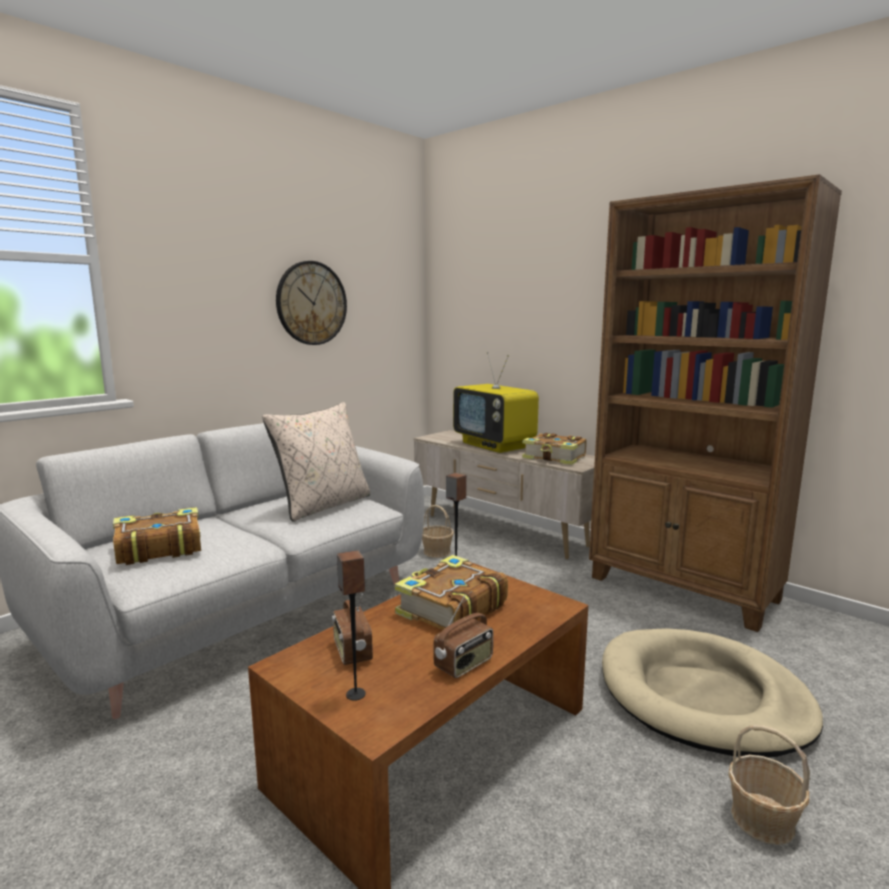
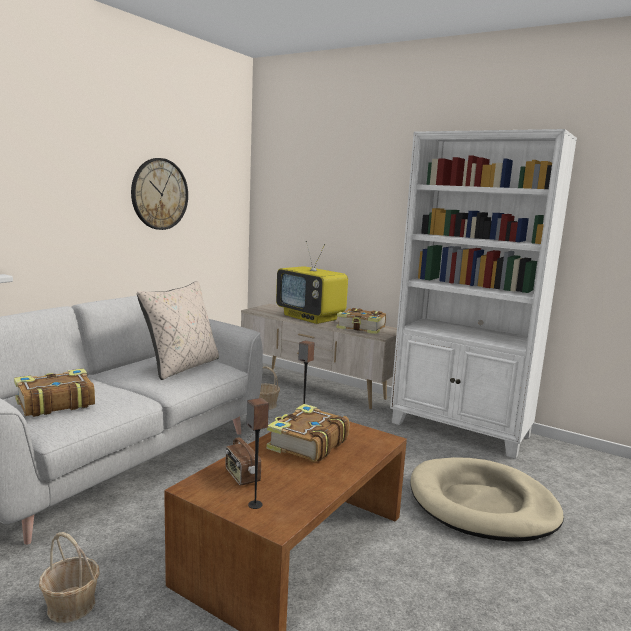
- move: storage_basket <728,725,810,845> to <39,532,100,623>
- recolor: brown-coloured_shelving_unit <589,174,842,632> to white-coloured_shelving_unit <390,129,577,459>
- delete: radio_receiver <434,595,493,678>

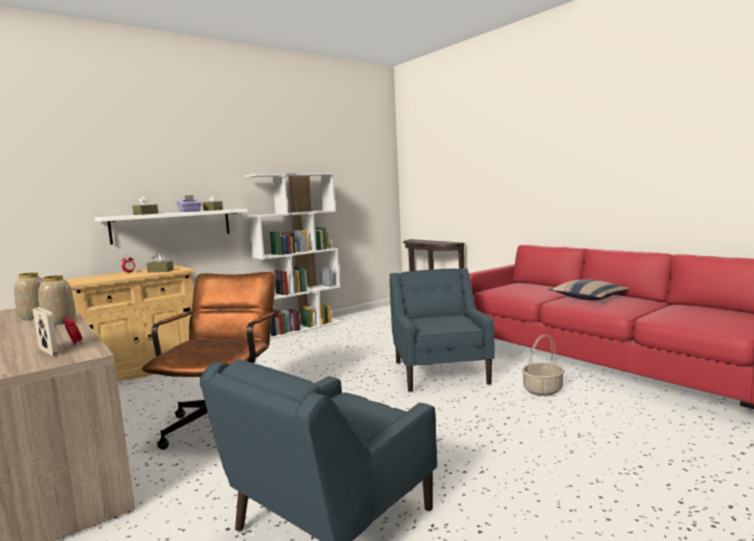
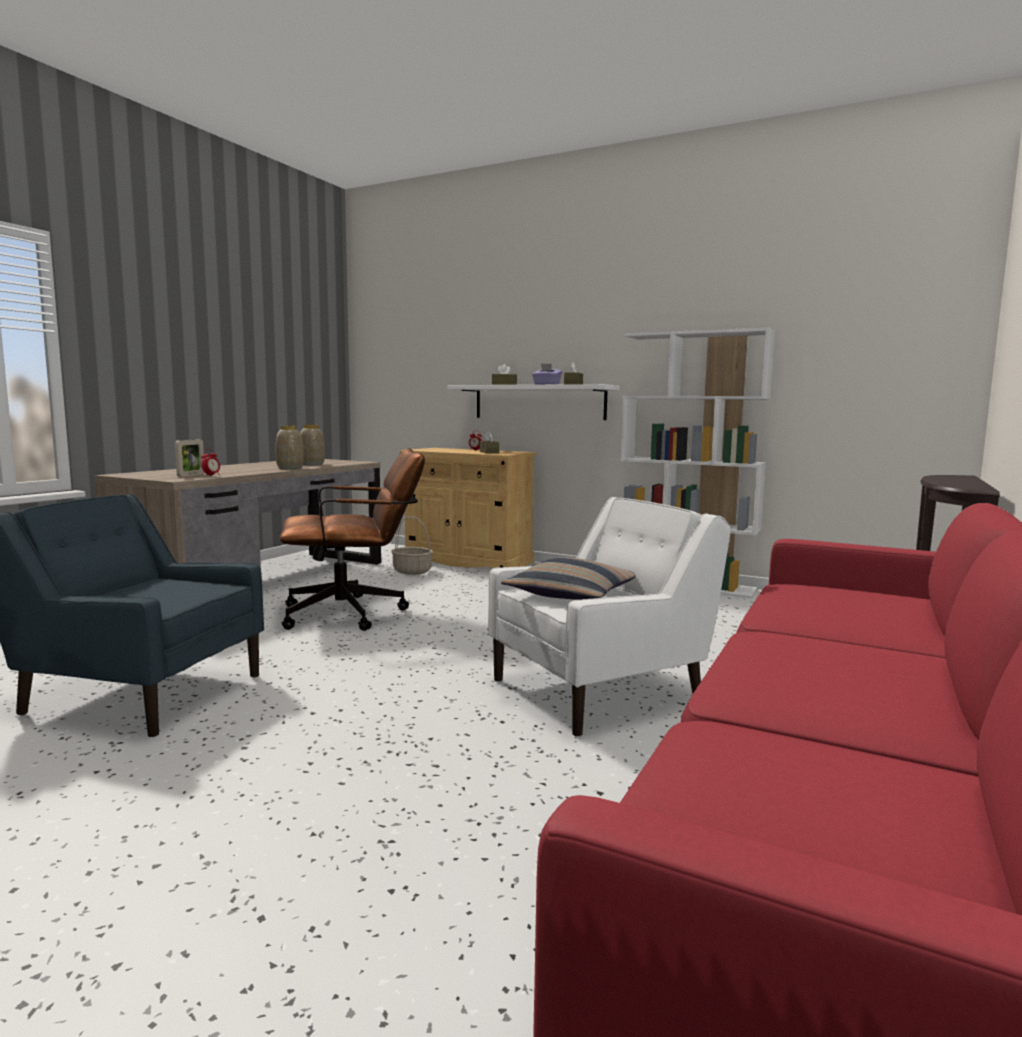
- move: storage_basket <522,334,564,396> to <391,516,433,575>
- recolor: blue_lounge_chair <389,268,495,392> to white-coloured_lounge_chair <488,497,730,737>
- move: pillow <548,279,630,300> to <501,557,636,600>

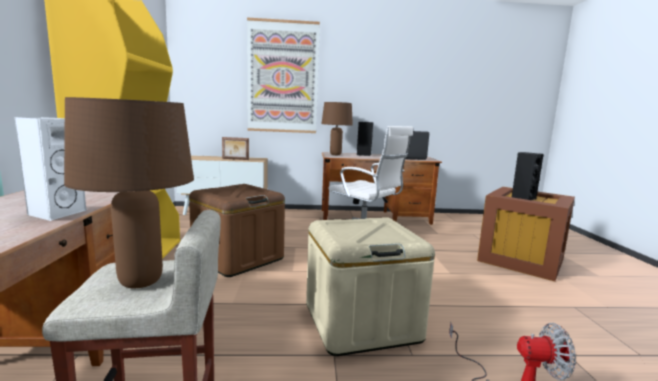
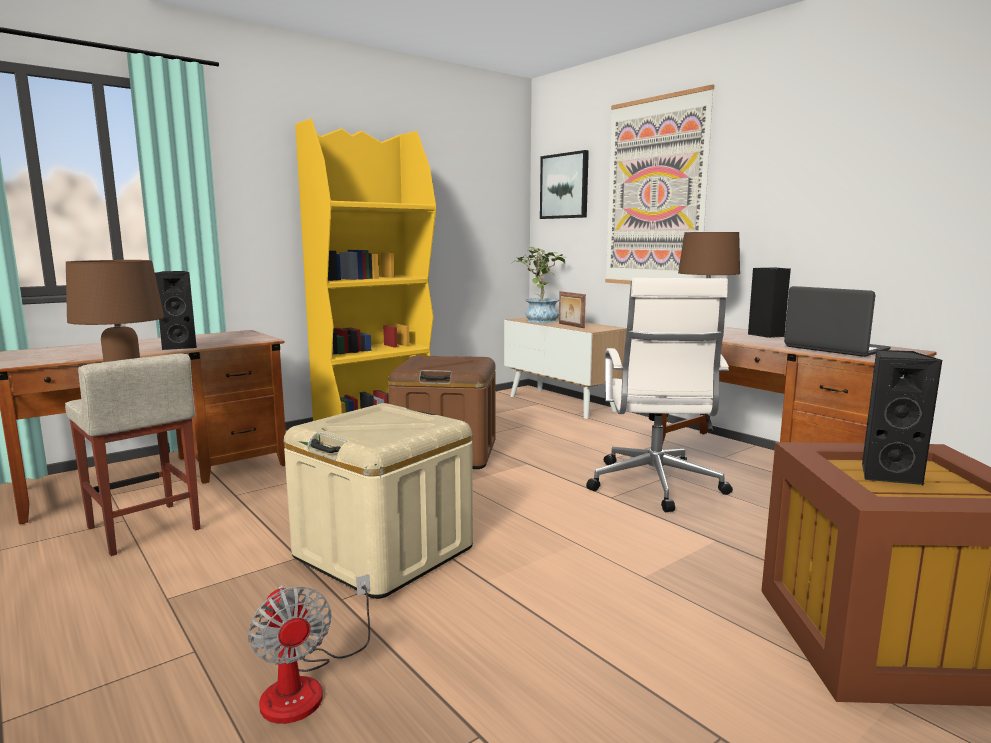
- recolor: white-coloured_loudspeaker <14,117,86,221> to blackish_loudspeaker <155,271,197,350>
- insert: houseplant <512,247,566,323>
- insert: picture <540,150,589,219>

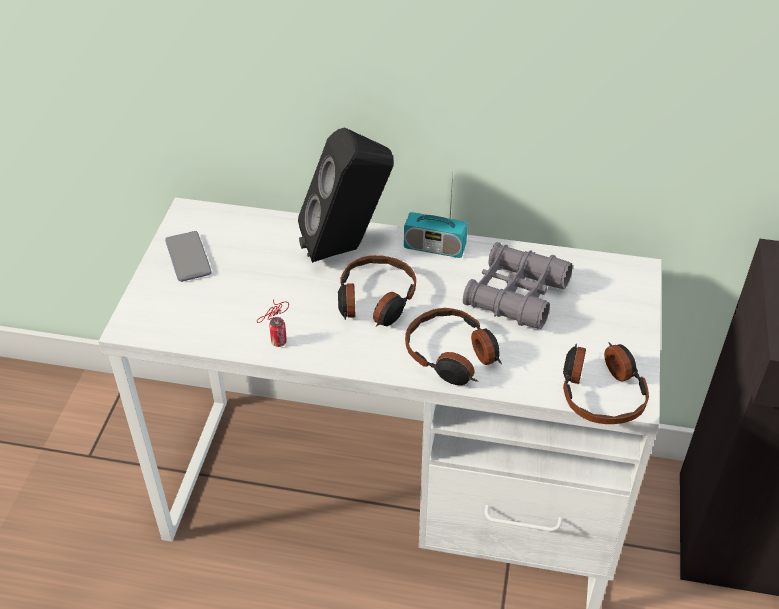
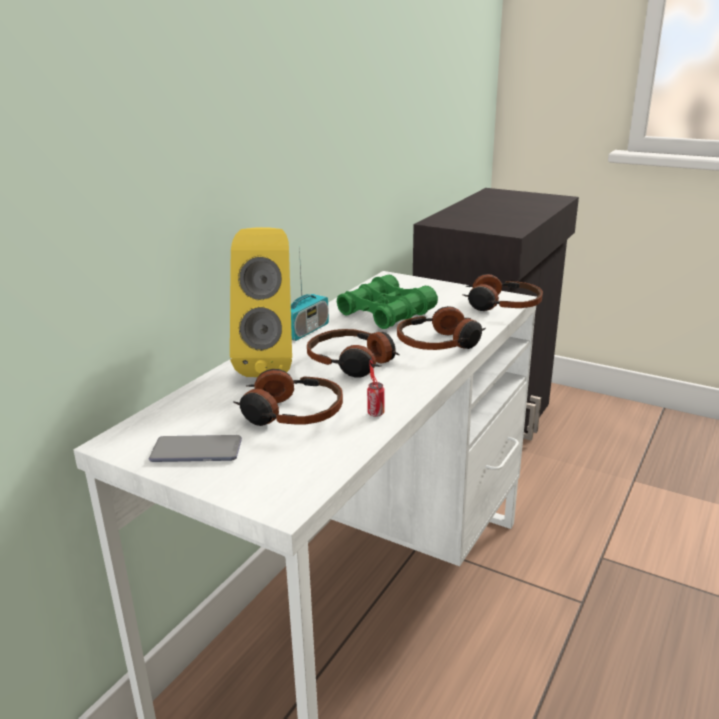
- recolor: blackish_loudspeaker <298,127,394,263> to yellowish_loudspeaker <230,227,292,377>
- insert: pair_of_headphones <233,369,343,426>
- recolor: greyish_pair_of_binoculars <463,242,573,329> to green-coloured_pair_of_binoculars <337,275,438,329>

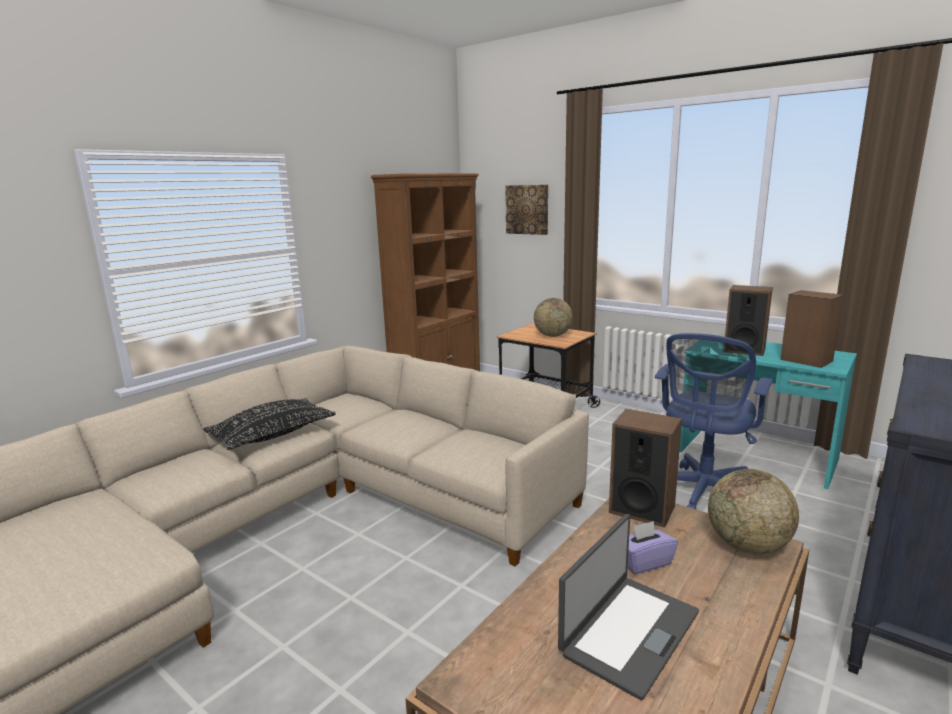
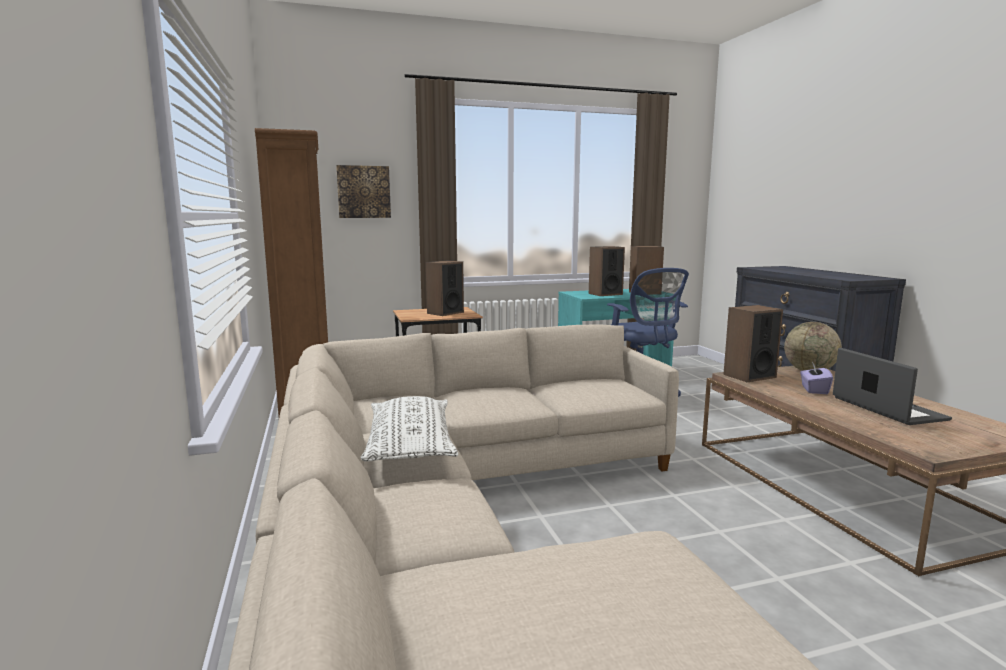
- recolor: blackish_pillow <203,398,336,450> to white-coloured_pillow <361,396,458,462>
- replace: globe <534,298,573,337> to loudspeaker <426,260,464,316>

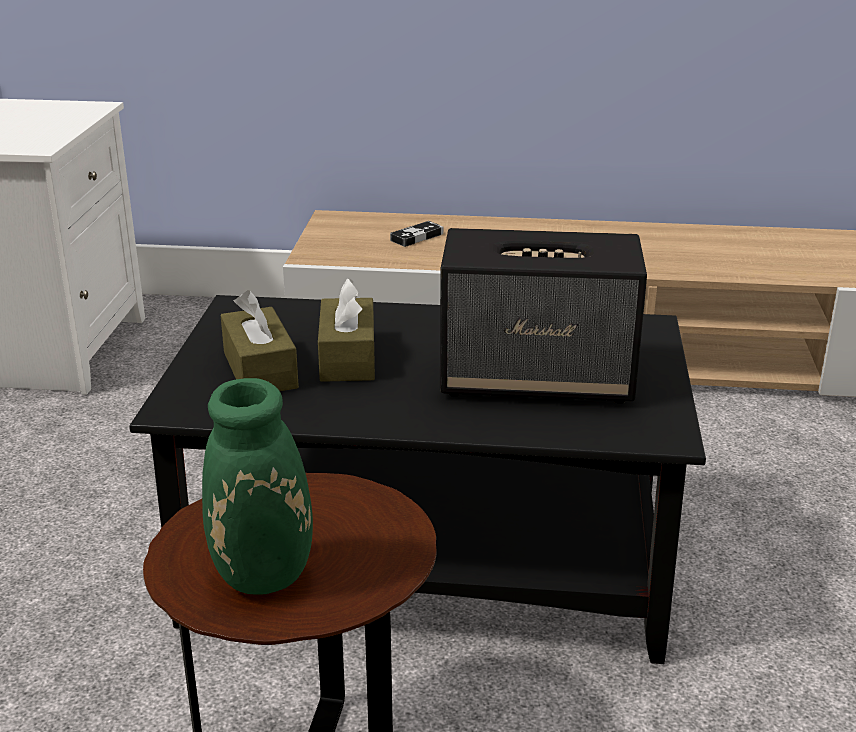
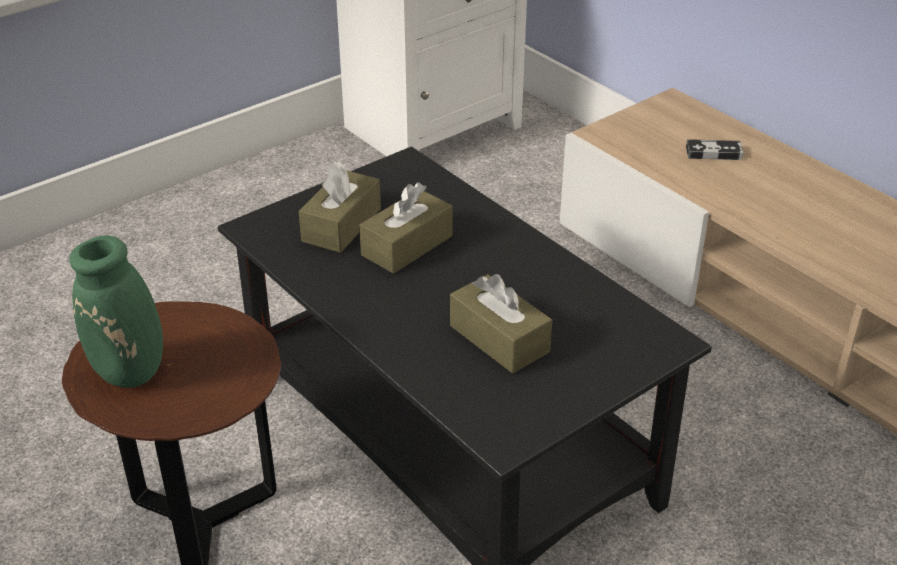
- replace: loudspeaker <440,228,647,404> to brown-coloured_box_of_tissues <450,274,552,373>

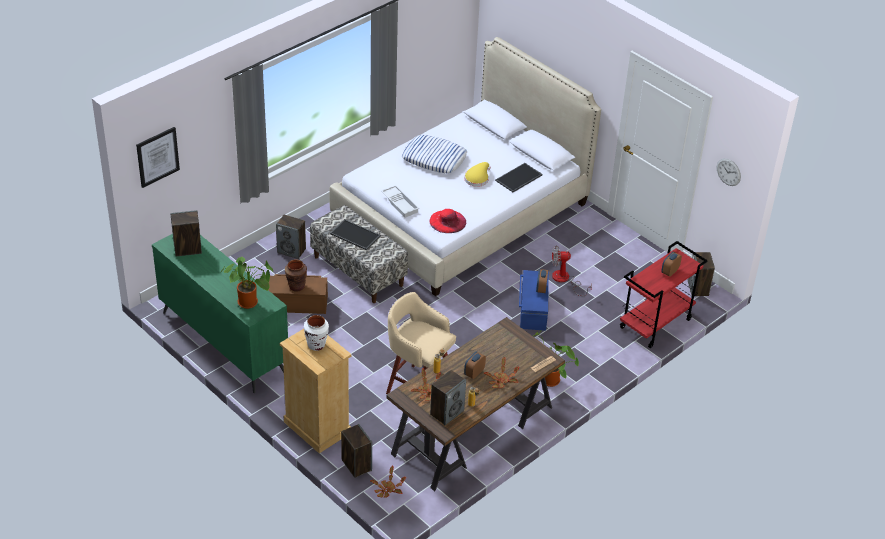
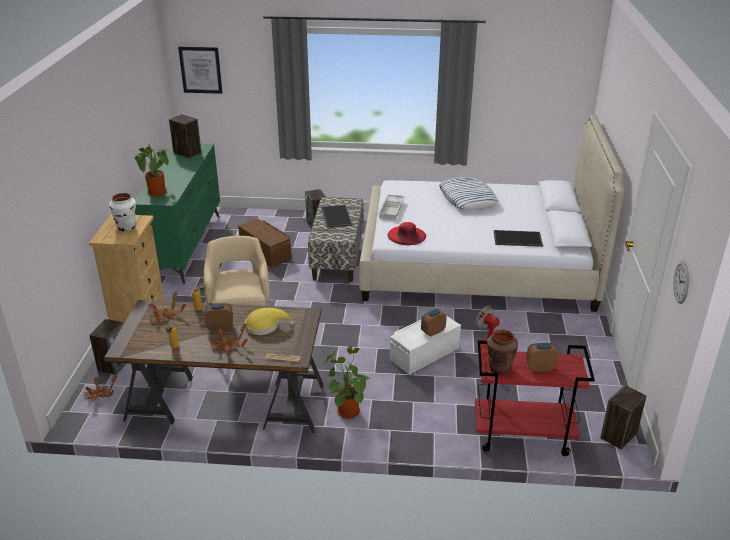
- move: yellowish_clothing_hat <464,162,491,187> to <245,308,294,335>
- recolor: blue_storage_container <519,270,549,331> to white-coloured_storage_container <390,316,461,375>
- move: brown-coloured_vase <285,259,307,292> to <487,329,518,375>
- delete: loudspeaker <430,370,466,425>

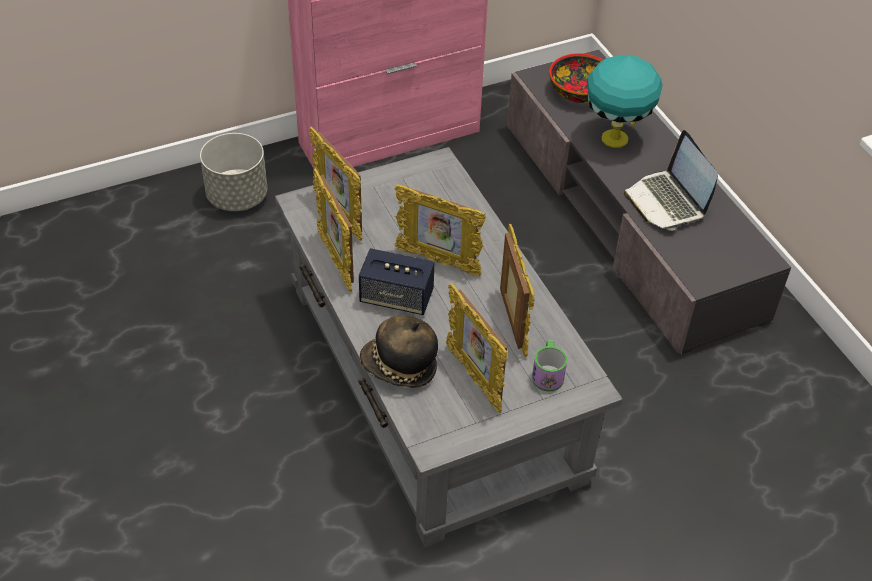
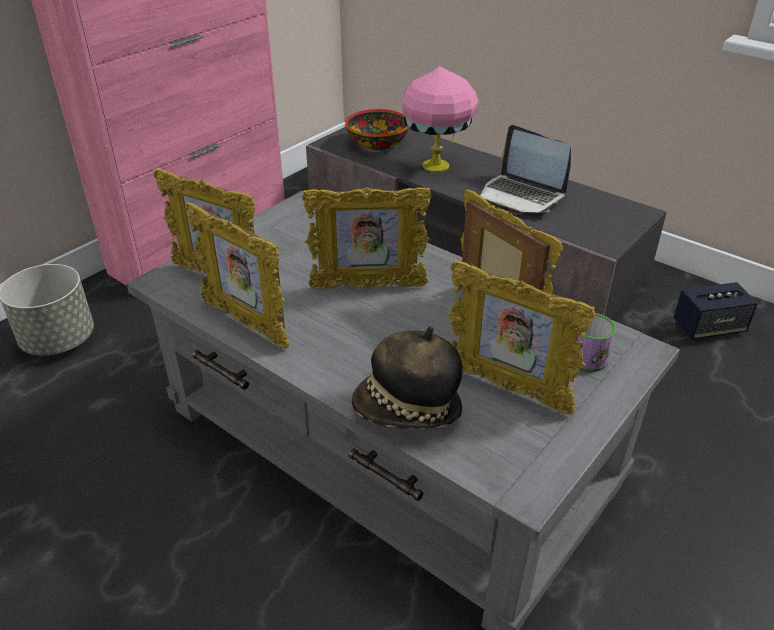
- recolor: turquoise_table_lamp <587,55,663,148> to pink-coloured_table_lamp <402,66,478,172>
- move: loudspeaker <359,248,434,315> to <673,282,758,339>

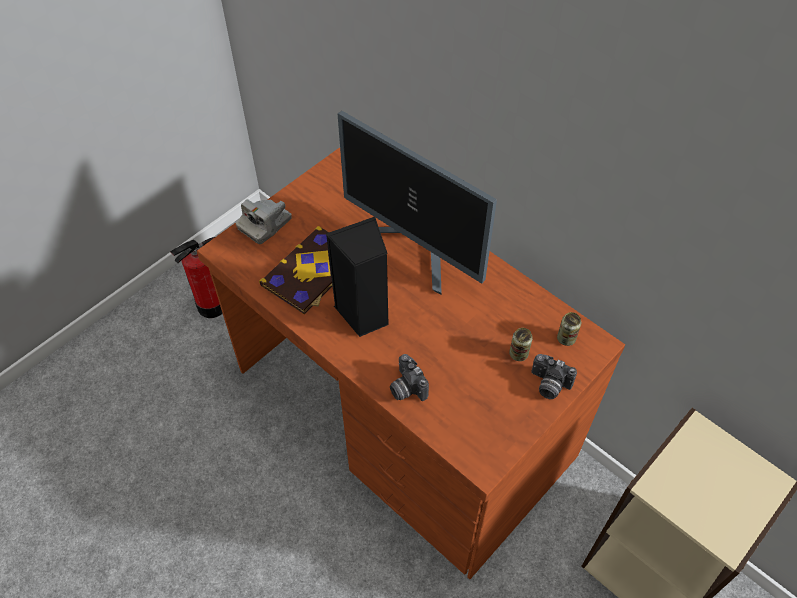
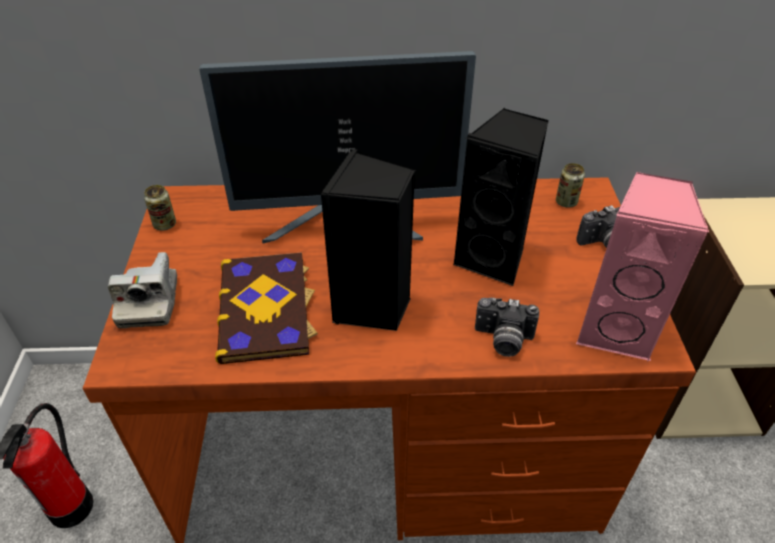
- move: metal_can <509,328,533,361> to <144,185,176,230>
- insert: blackish_loudspeaker <453,108,548,286>
- insert: pink-coloured_loudspeaker <576,172,709,362>

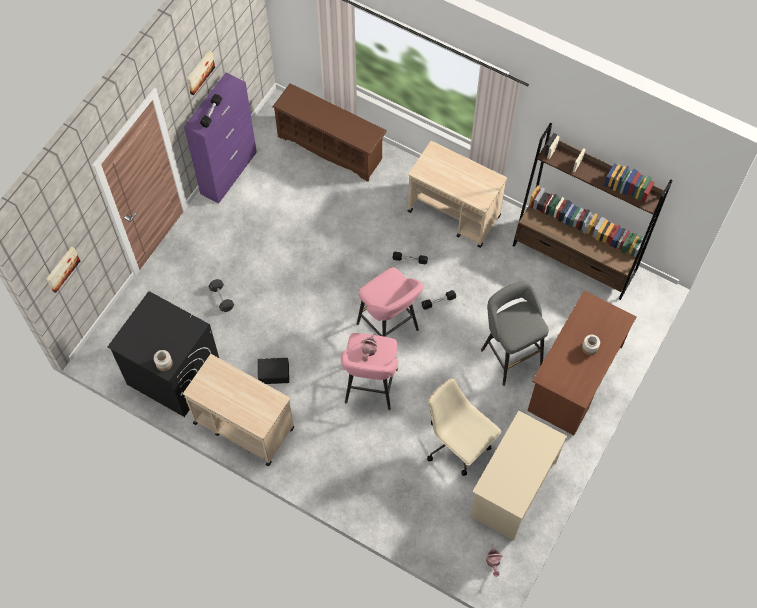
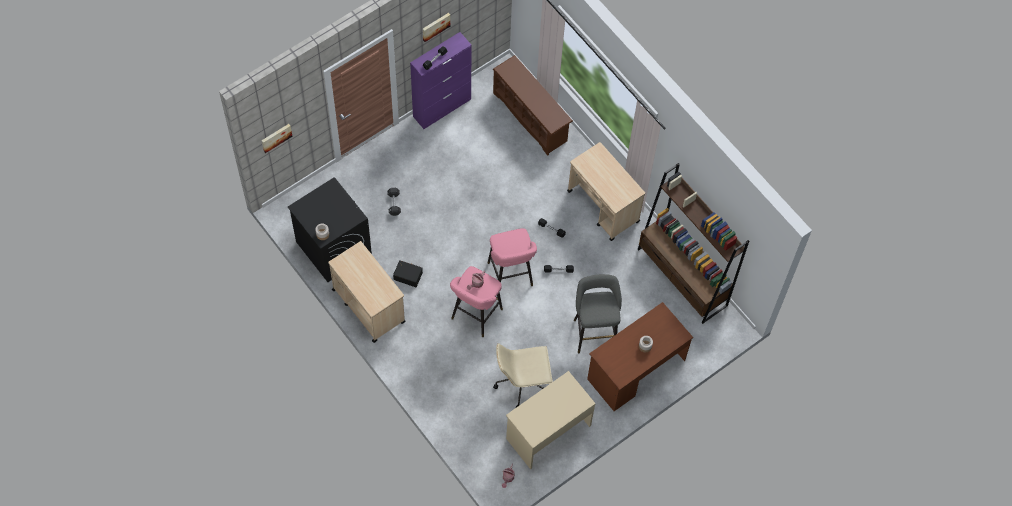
- rotate: beige-coloured_computer_chair <427,378,502,476> = <493,343,553,407> 75 degrees counterclockwise

